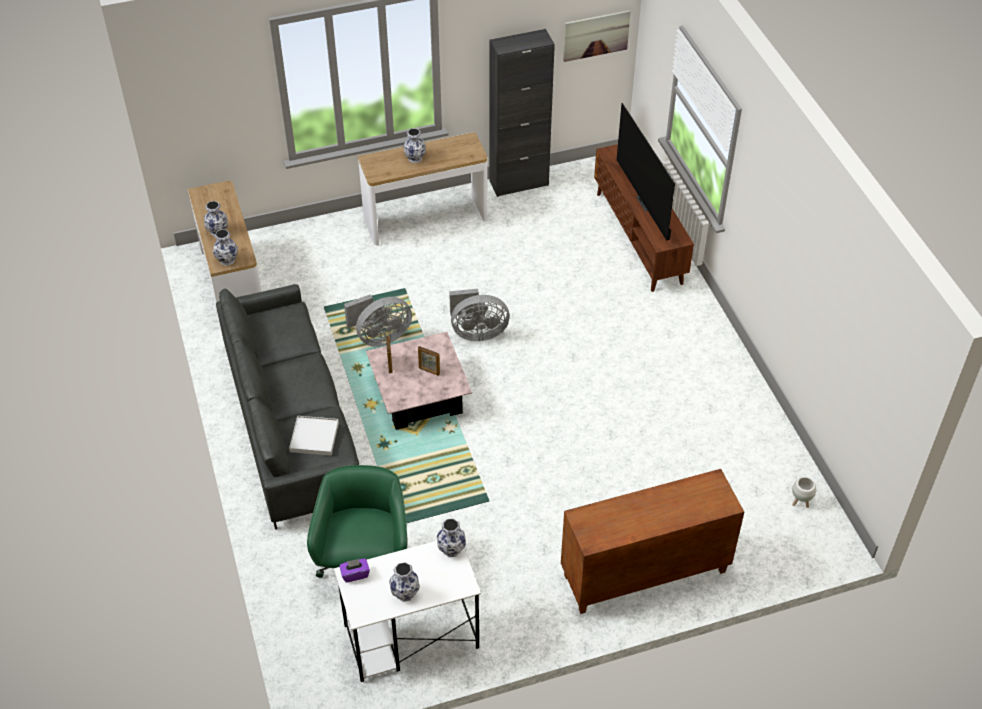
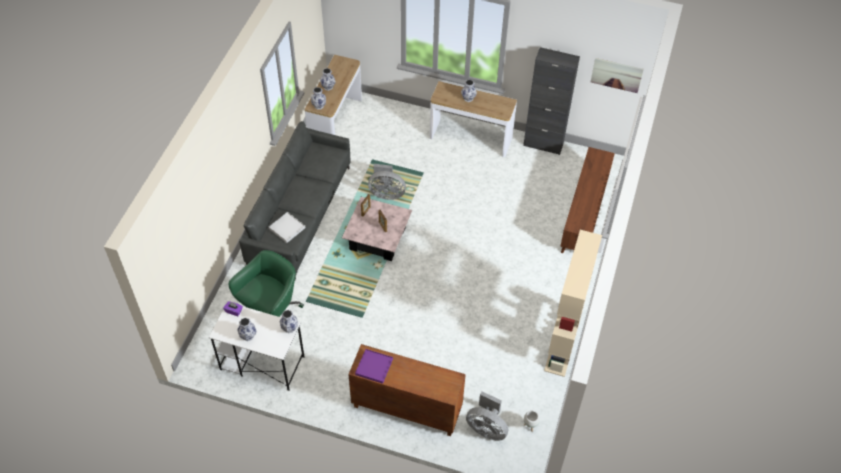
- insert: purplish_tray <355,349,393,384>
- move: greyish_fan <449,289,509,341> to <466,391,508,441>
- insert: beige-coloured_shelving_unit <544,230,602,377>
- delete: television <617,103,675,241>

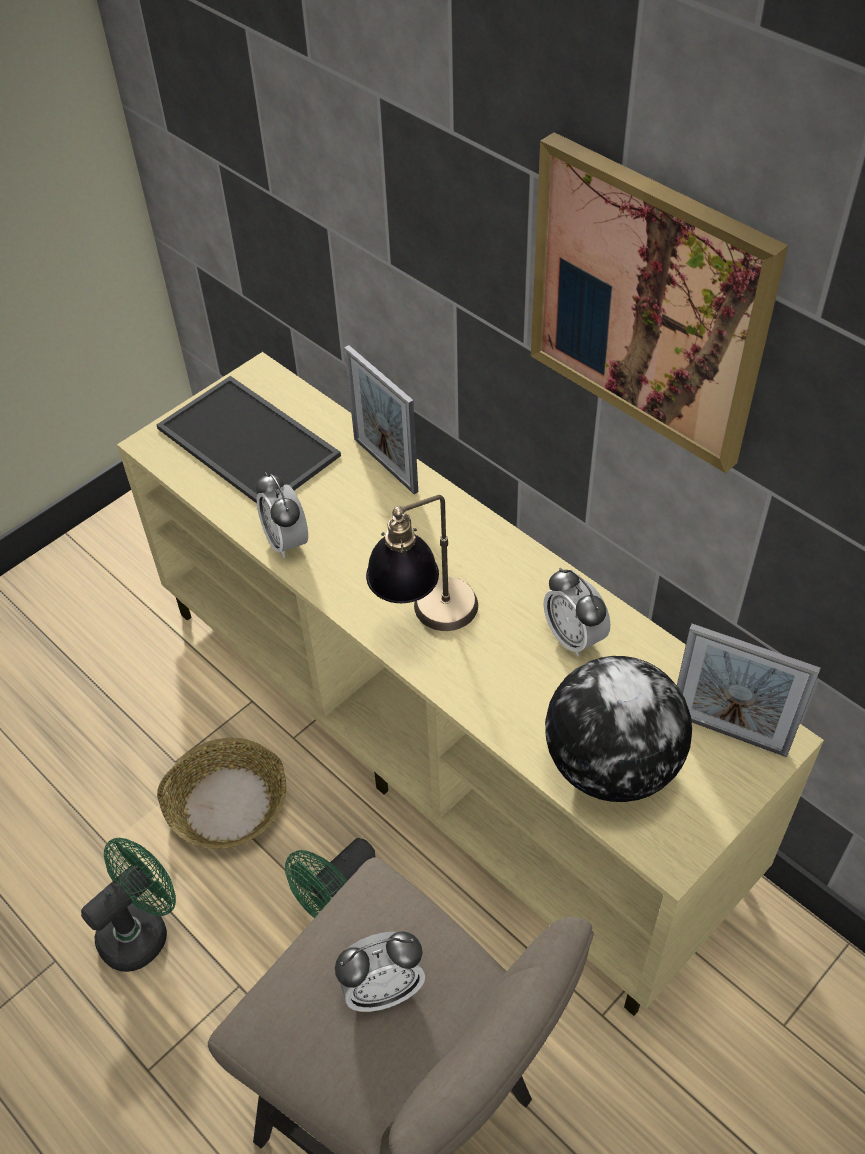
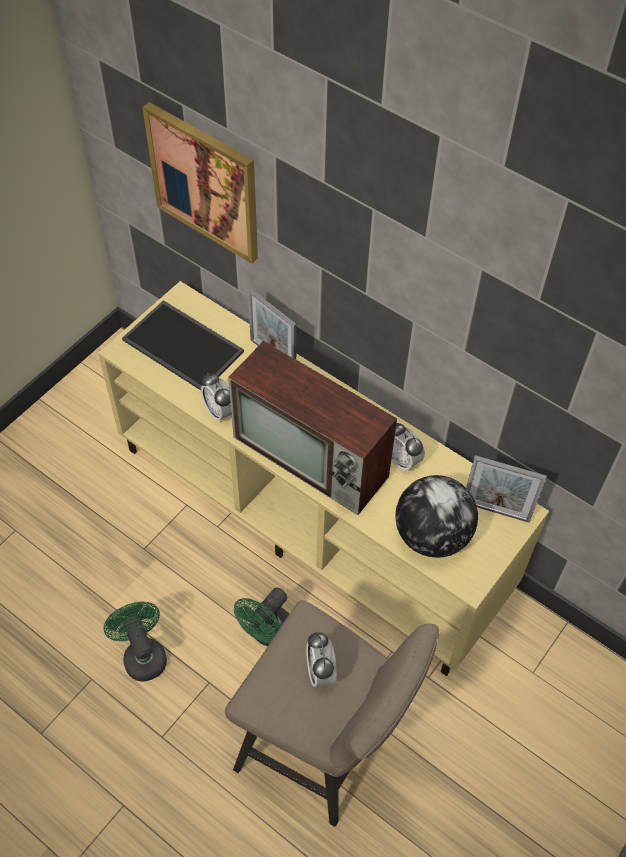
- rotate: green-coloured_fan <81,838,176,972> = <103,602,167,681> 60 degrees counterclockwise
- move: picture <531,132,788,473> to <142,102,258,264>
- replace: table_lamp <366,495,478,631> to television <228,341,397,515>
- rotate: alarm_clock <335,931,425,1012> = <306,632,337,687> 105 degrees clockwise
- delete: storage_basket <157,738,286,849>

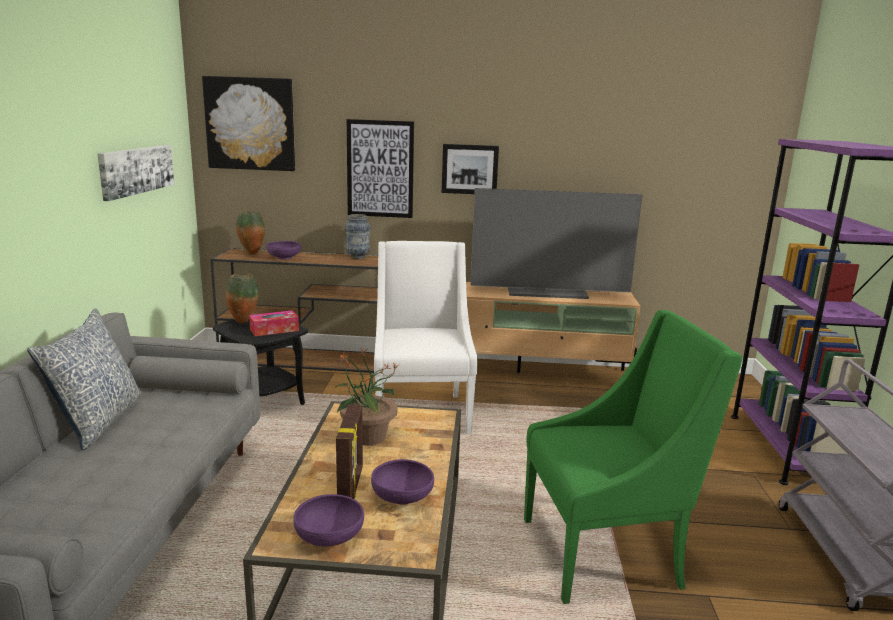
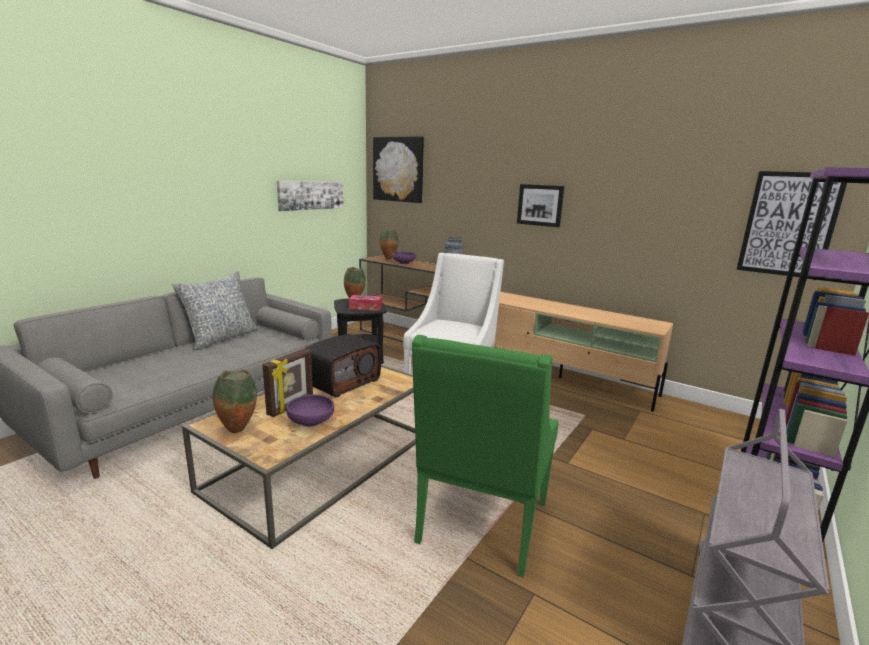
- replace: purplish_serving_bowl <293,494,364,546> to vase <213,369,257,433>
- replace: houseplant <334,347,399,446> to radio_receiver <305,334,381,397>
- rotate: green-coloured_lounge_chair <524,310,743,604> = <412,335,559,577> 90 degrees clockwise
- move: picture <347,119,414,218> to <736,171,847,277>
- delete: television <470,188,642,299>

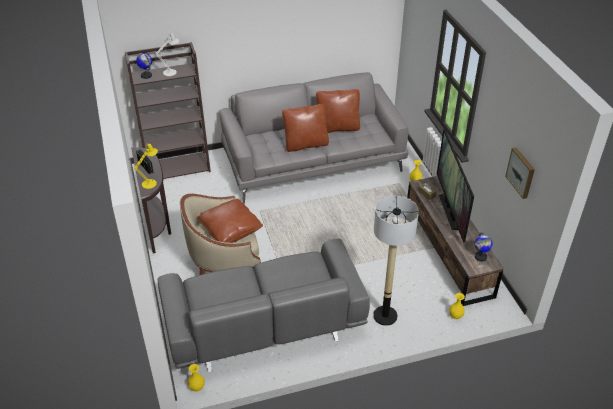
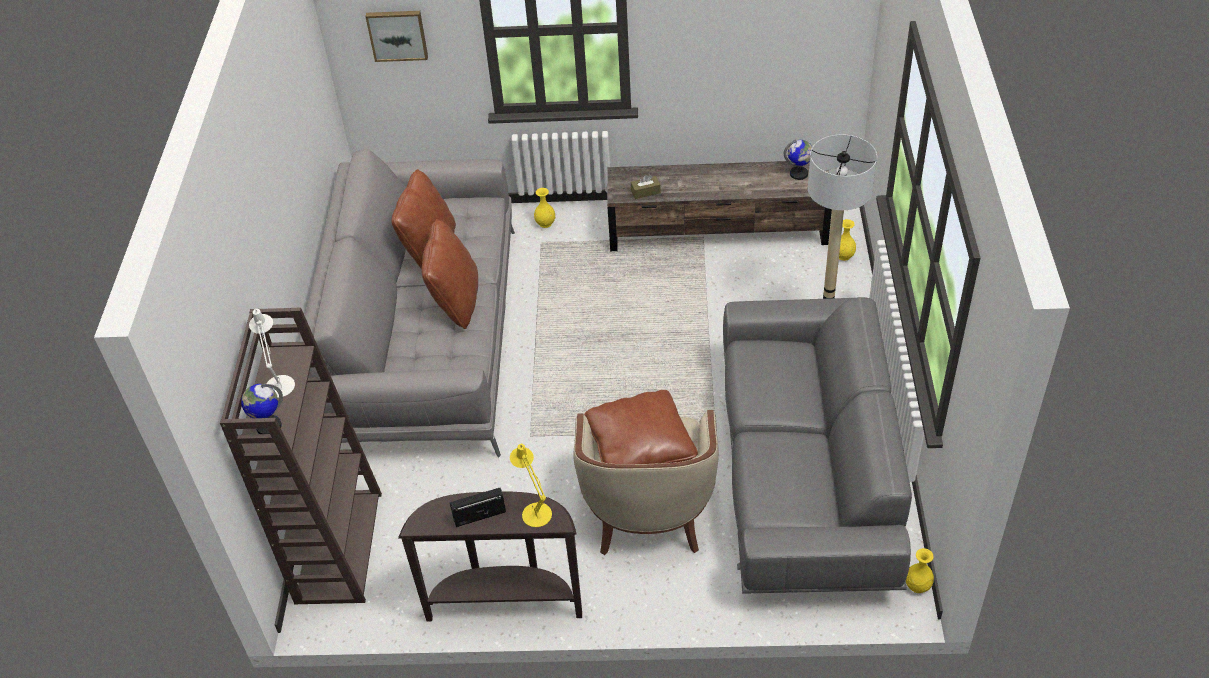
- move: picture <505,147,535,199> to <365,11,428,62>
- delete: television <437,129,474,242>

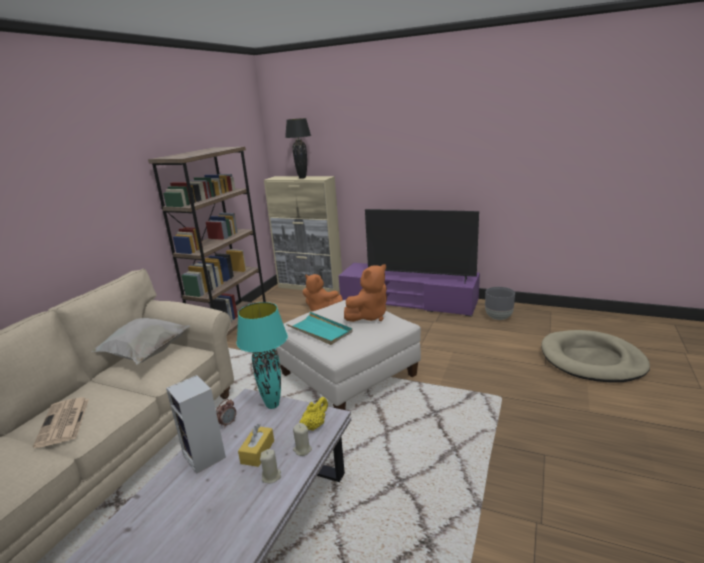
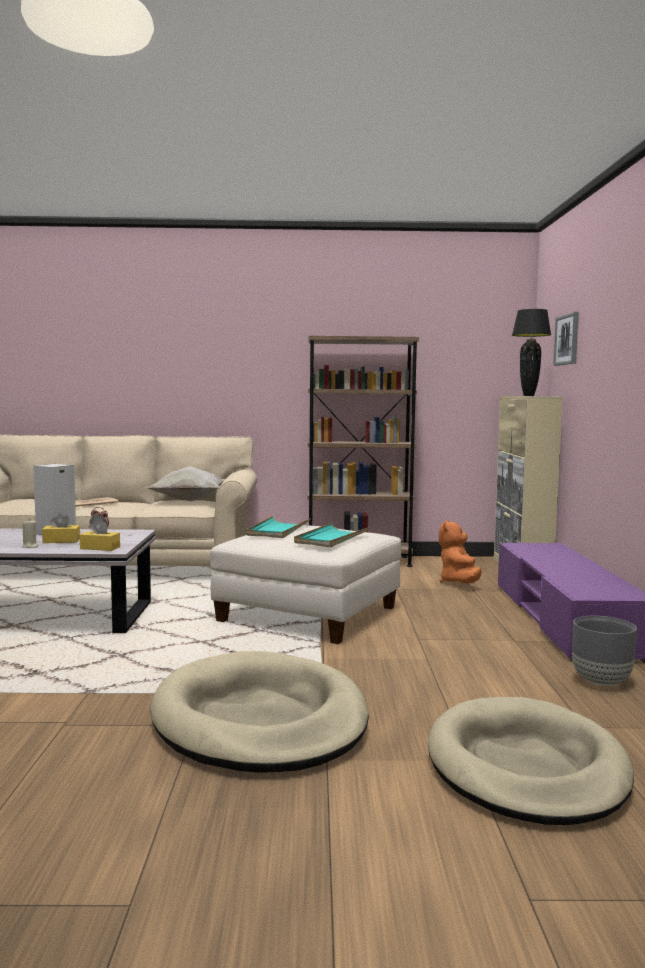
- replace: yellowish_pot_for_tea <300,397,328,431> to yellowish_box_of_tissues <80,519,120,551>
- insert: beige-coloured_pet_bed <150,651,369,773>
- replace: orange_plush_toy <344,264,387,322> to turquoise_tray <294,523,370,547>
- insert: picture <553,312,579,366>
- delete: turquoise_table_lamp <237,302,288,409>
- delete: beige-coloured_wax_light <293,423,312,456>
- delete: television <365,209,479,284>

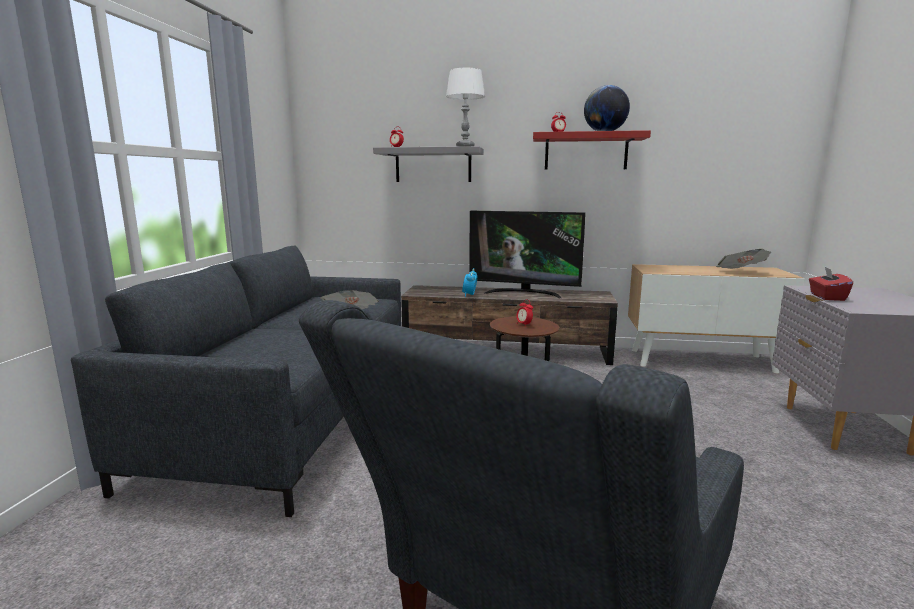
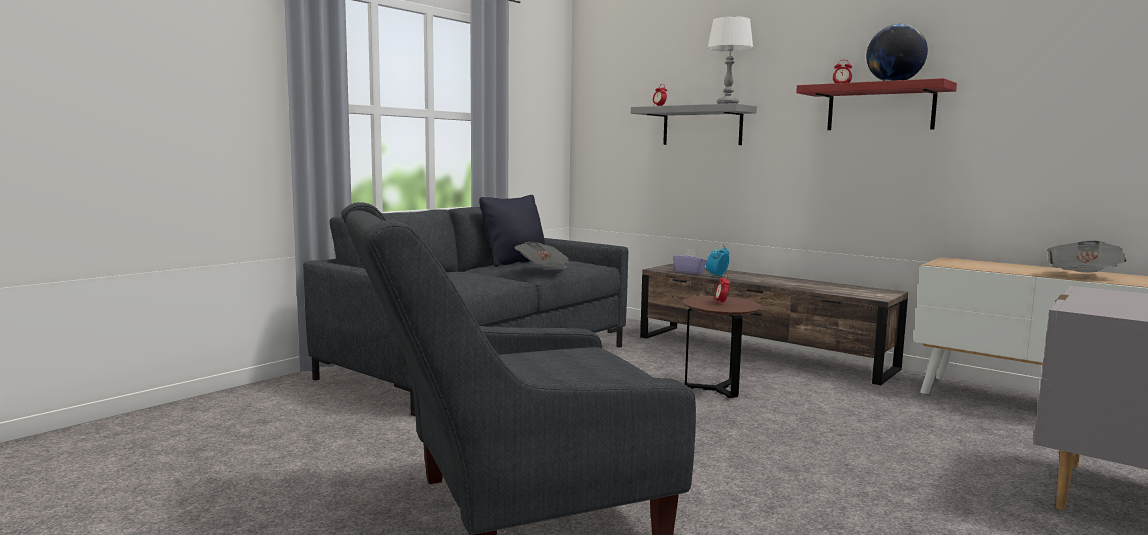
- insert: blackish_pillow <479,195,545,267>
- insert: purplish_box_of_tissues <673,248,707,274>
- delete: television <469,211,586,298>
- delete: red-coloured_box_of_tissues <809,267,853,301>

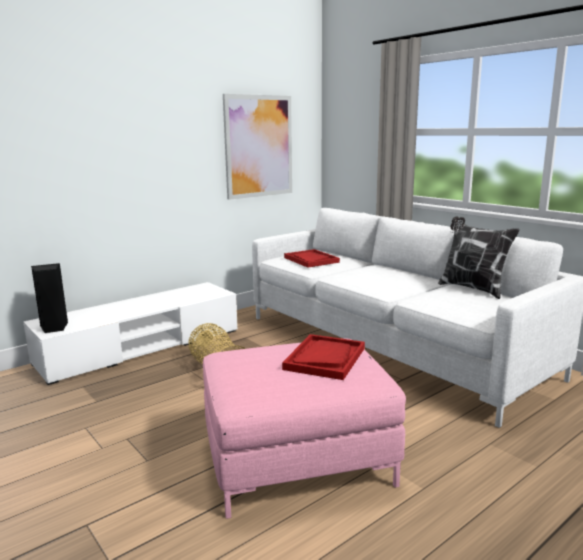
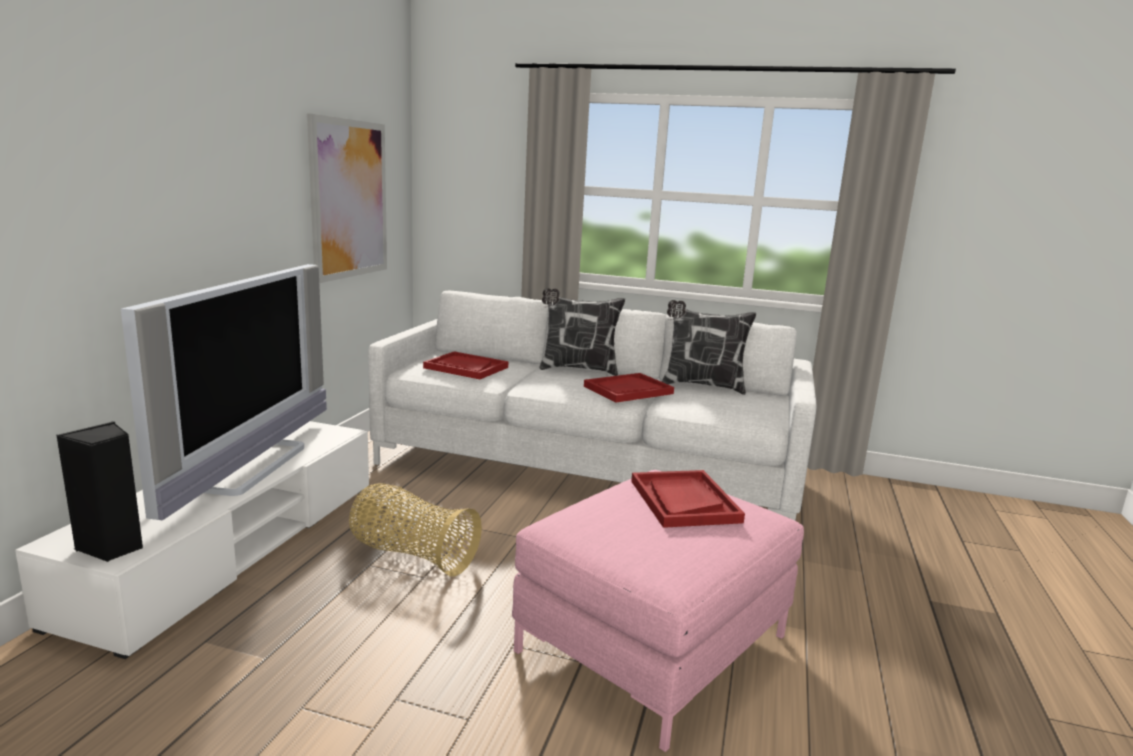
- insert: television <121,264,327,520>
- insert: pillow <540,288,625,376>
- insert: red-coloured_tray <584,373,674,403>

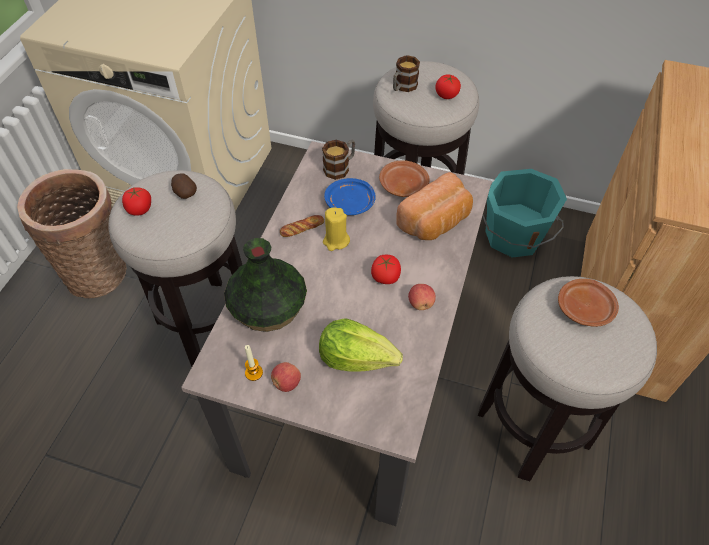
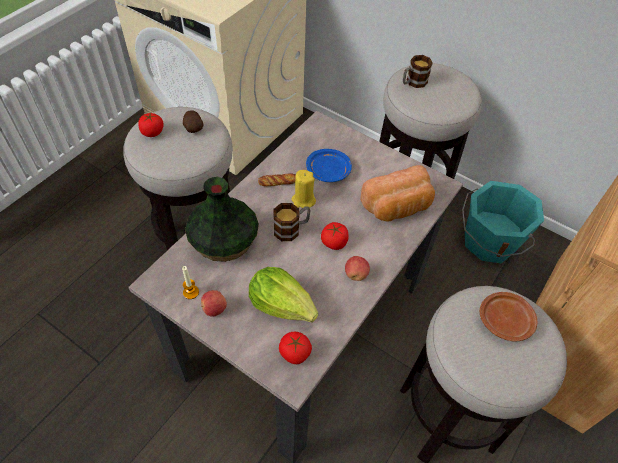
- move: mug <322,140,355,180> to <274,203,311,241>
- move: fresh_tomato <435,74,461,99> to <279,332,312,364>
- delete: storage_basket <17,169,127,299>
- delete: brown-coloured_plate <379,161,430,197>

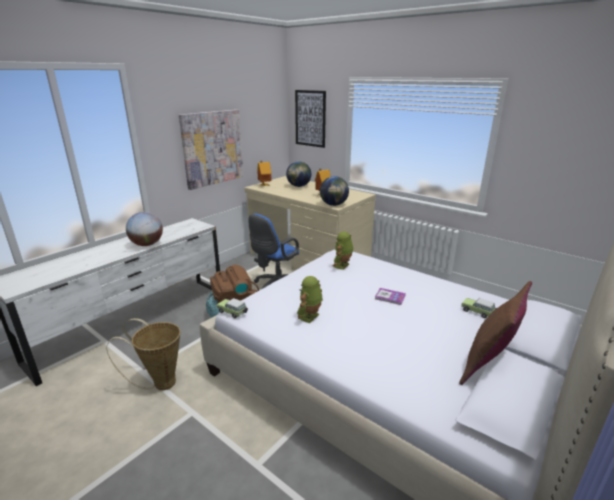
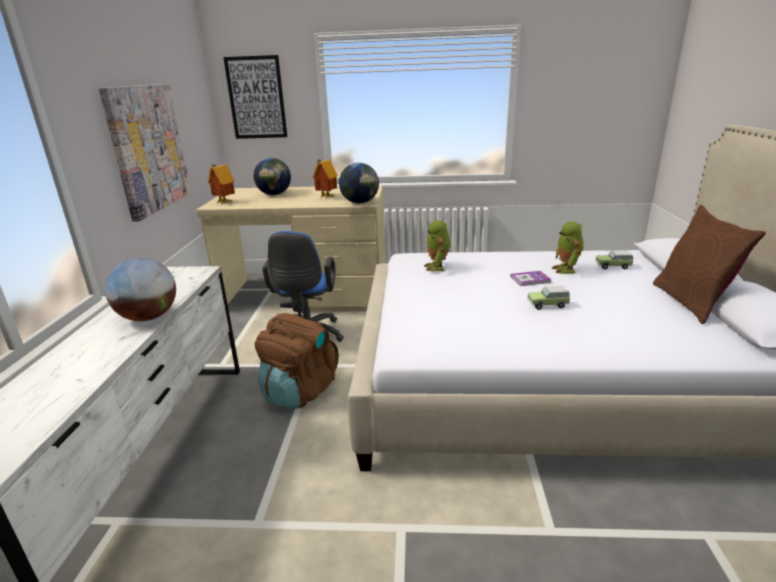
- move: toy_car <217,298,248,318> to <527,286,570,310>
- move: model_robot <297,276,323,323> to <552,222,584,274>
- delete: storage_basket <106,318,180,390>

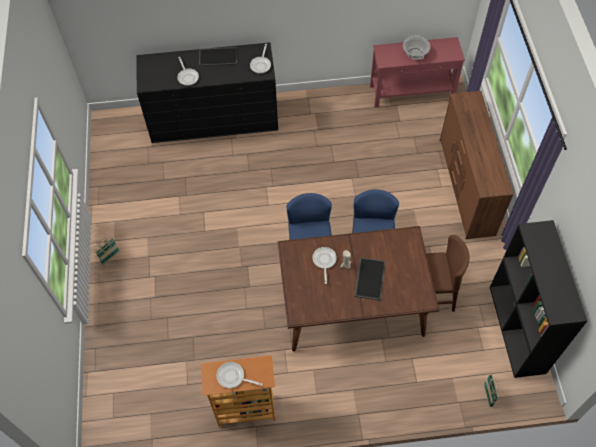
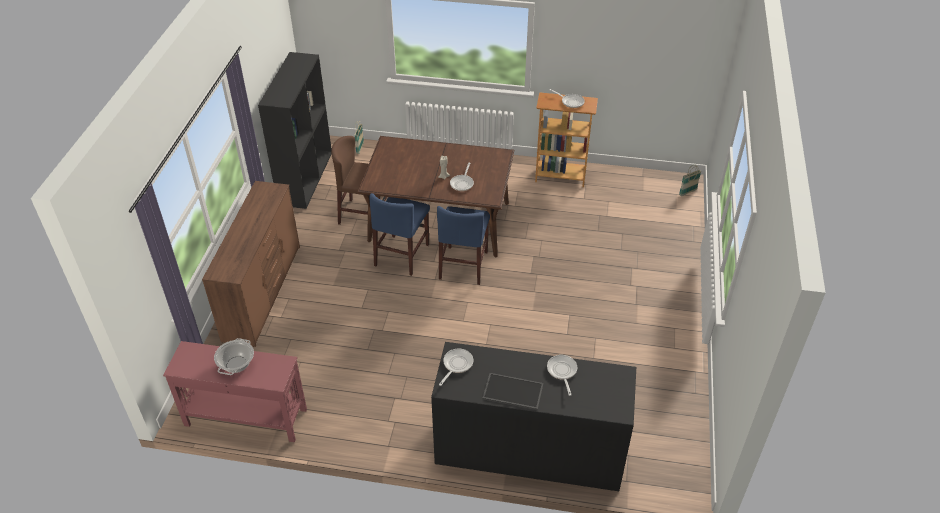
- move: storage_basket <95,238,120,265> to <679,165,701,196>
- delete: tray <355,257,385,301>

